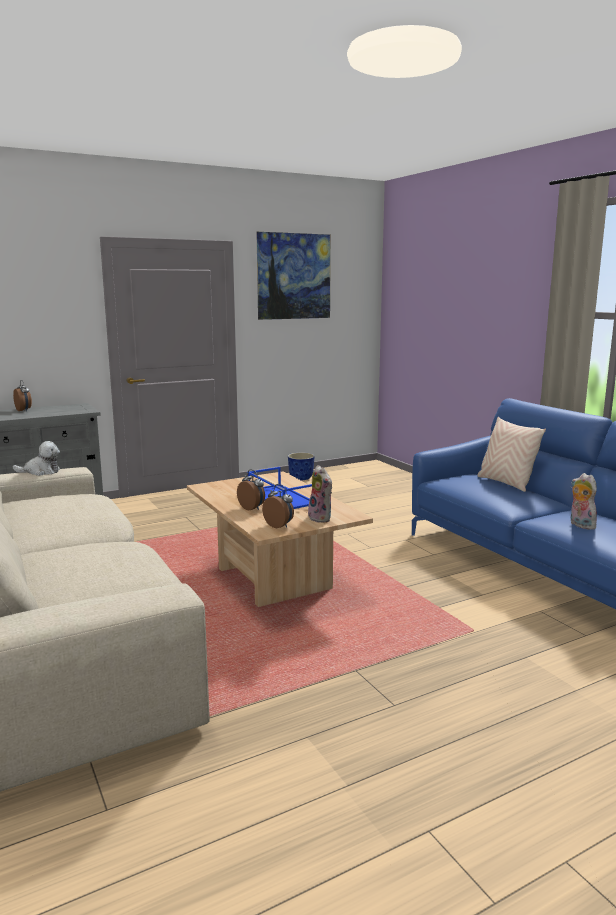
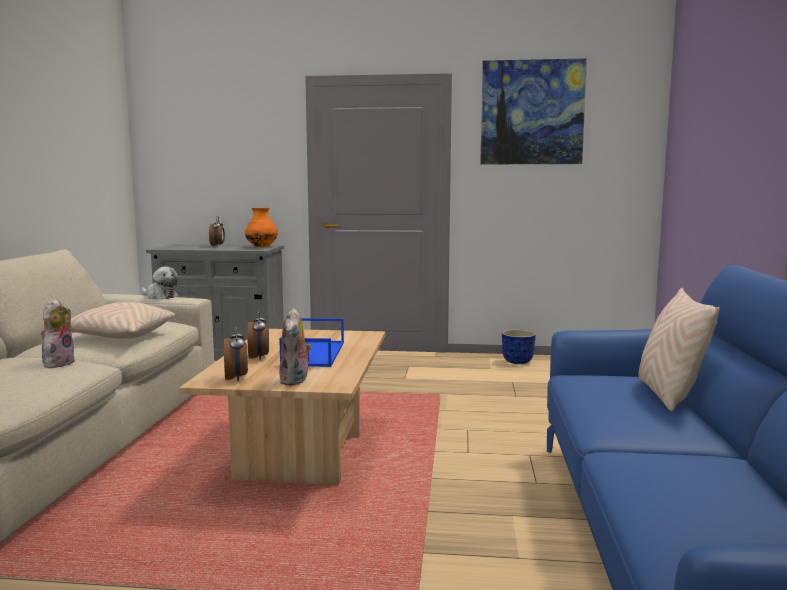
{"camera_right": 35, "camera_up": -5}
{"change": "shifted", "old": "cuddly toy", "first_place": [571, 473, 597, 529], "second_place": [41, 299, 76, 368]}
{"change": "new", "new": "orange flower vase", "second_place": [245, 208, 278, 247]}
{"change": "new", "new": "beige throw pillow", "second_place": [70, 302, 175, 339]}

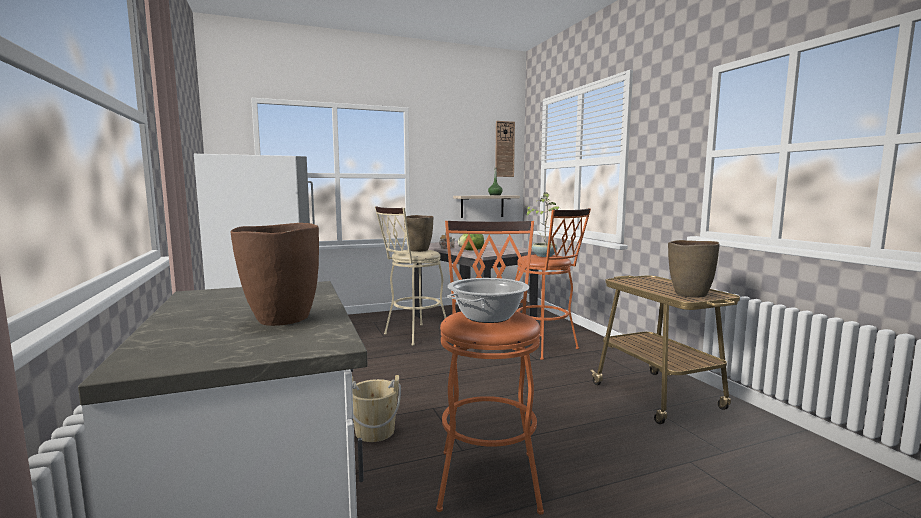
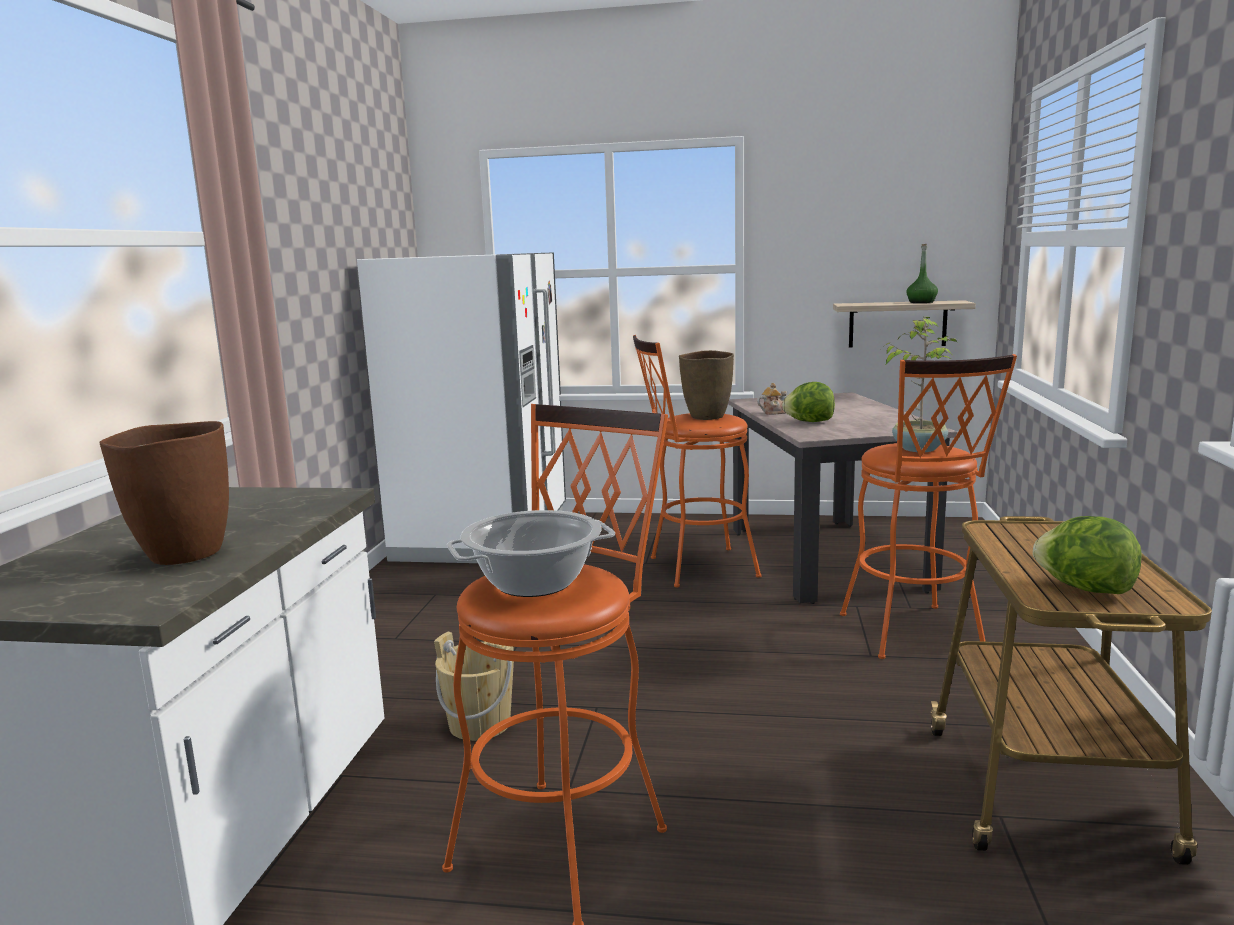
{"camera_right": 30, "camera_up": 5}
{"change": "gone", "old": "clock on the wall", "first_place": [495, 121, 515, 177]}
{"change": "repainted", "old": "beige stool", "new": "orange stool", "first_place": [375, 206, 446, 346], "second_place": [633, 335, 761, 587]}
{"change": "swapped", "old": "brown flower vase", "new": "lettuce head", "first_place": [668, 240, 720, 298], "second_place": [1033, 516, 1142, 594]}

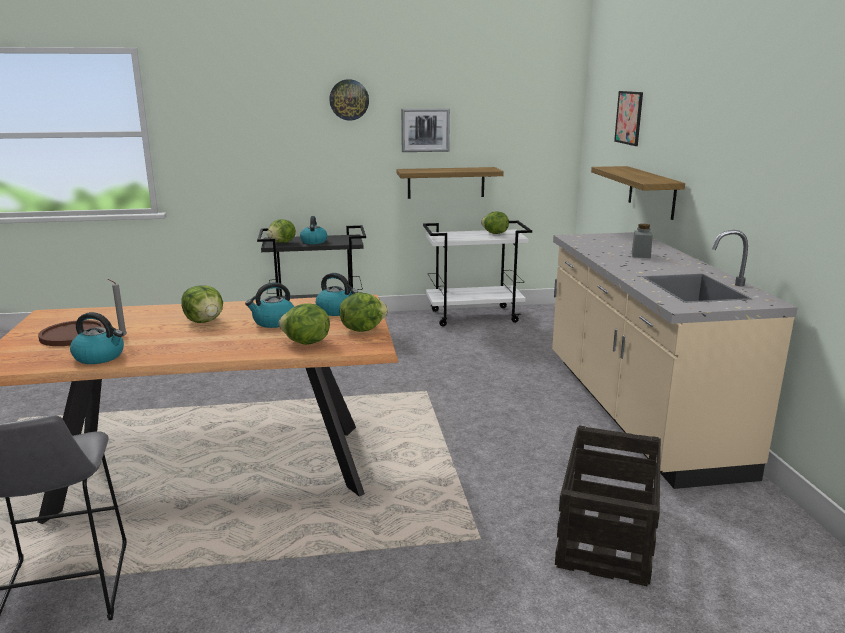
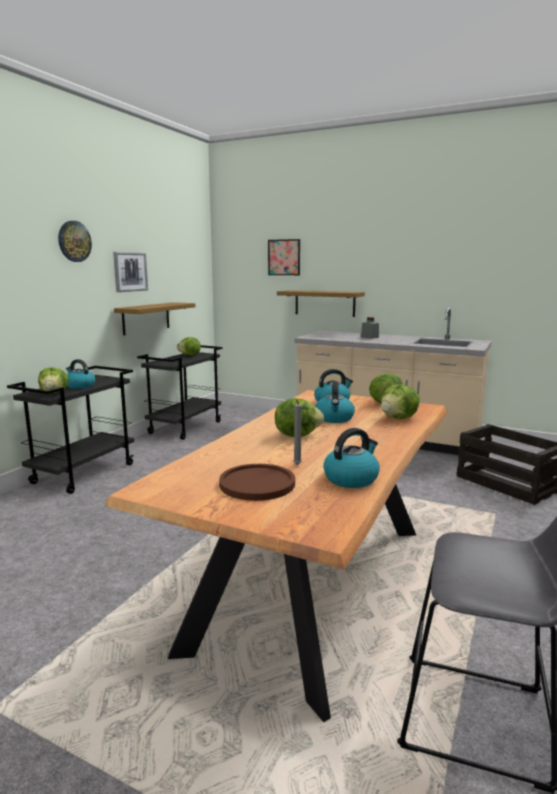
{"camera_right": -55, "camera_up": -5}
{"change": "repainted", "old": "white-coloured wheeled cart", "new": "blackish wheeled cart", "first_place": [423, 221, 532, 326], "second_place": [137, 345, 223, 440]}

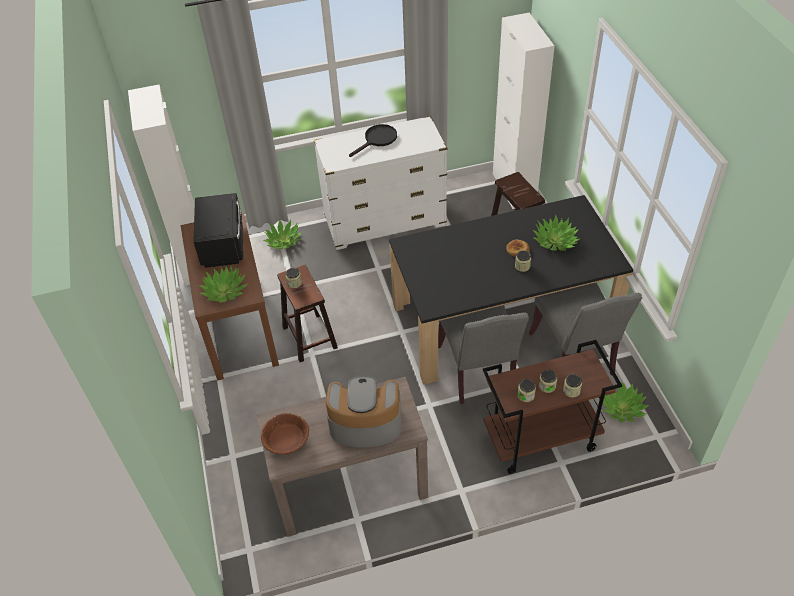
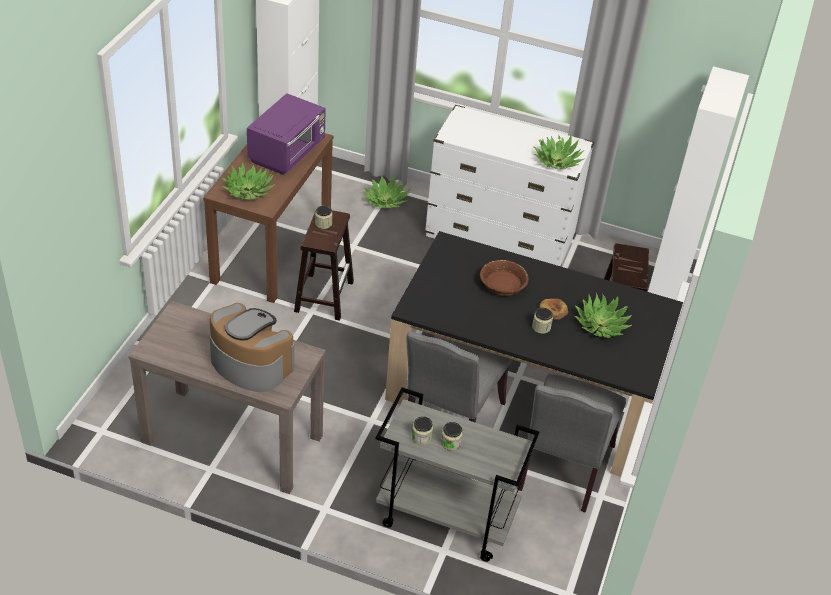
{"camera_right": 30, "camera_up": -5}
{"change": "gone", "old": "blackish pan", "first_place": [349, 124, 397, 157]}
{"change": "repainted", "old": "blackish microwave", "new": "purple microwave", "first_place": [193, 193, 243, 268], "second_place": [247, 93, 326, 175]}
{"change": "repainted", "old": "brown wheeled cart", "new": "gray wheeled cart", "first_place": [483, 340, 622, 474], "second_place": [376, 387, 539, 562]}
{"change": "gone", "old": "storage jar", "first_place": [563, 374, 582, 397]}
{"change": "shifted", "old": "plant in a pot", "first_place": [603, 381, 649, 423], "second_place": [533, 136, 585, 169]}
{"change": "shifted", "old": "brown bowl", "first_place": [261, 413, 309, 455], "second_place": [480, 260, 529, 296]}

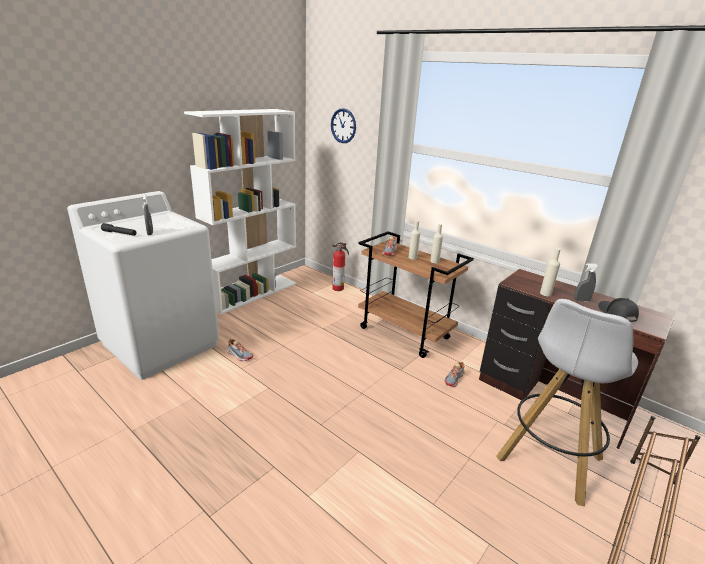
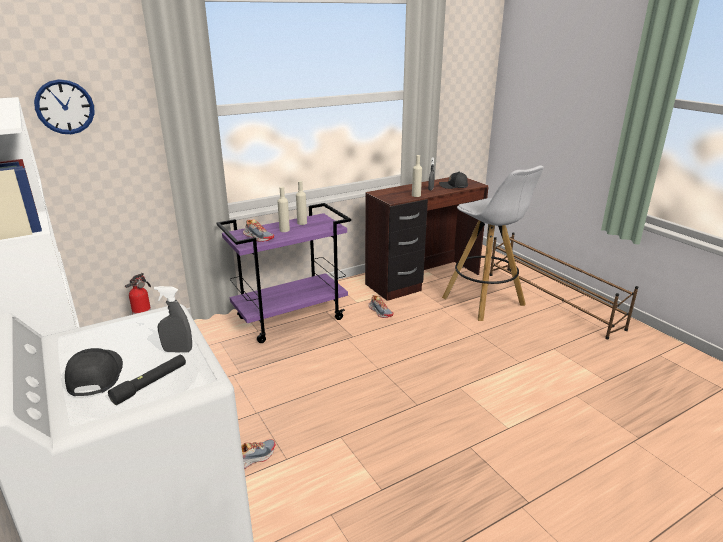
{"camera_right": -70, "camera_up": 0}
{"change": "repainted", "old": "brown wheeled cart", "new": "purple wheeled cart", "first_place": [358, 231, 474, 358], "second_place": [216, 203, 351, 343]}
{"change": "new", "new": "blackish cap", "second_place": [65, 348, 123, 396]}

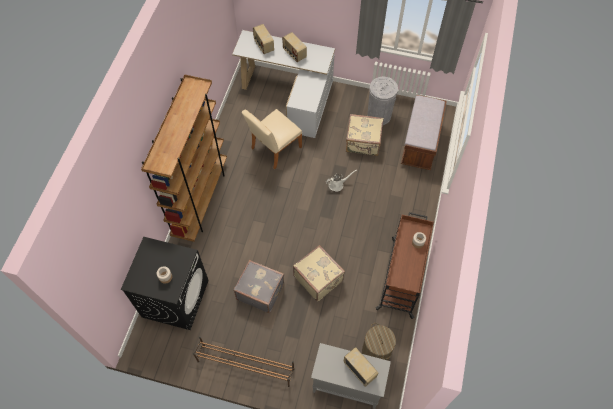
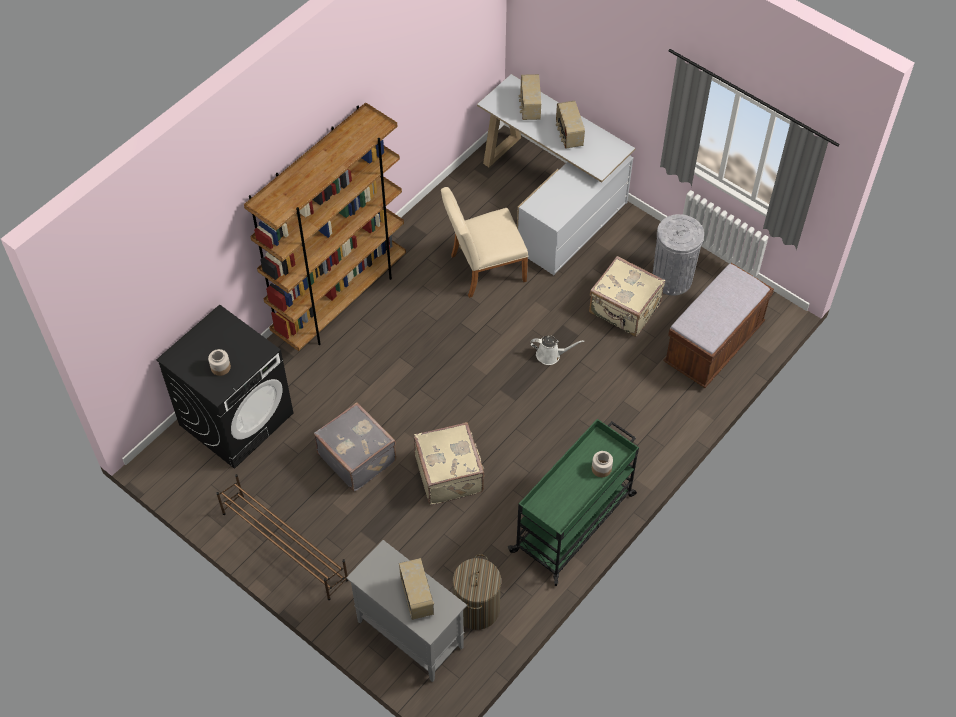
{"camera_right": 25, "camera_up": -5}
{"change": "repainted", "old": "brown wheeled cart", "new": "green-coloured wheeled cart", "first_place": [375, 212, 434, 319], "second_place": [508, 419, 639, 586]}

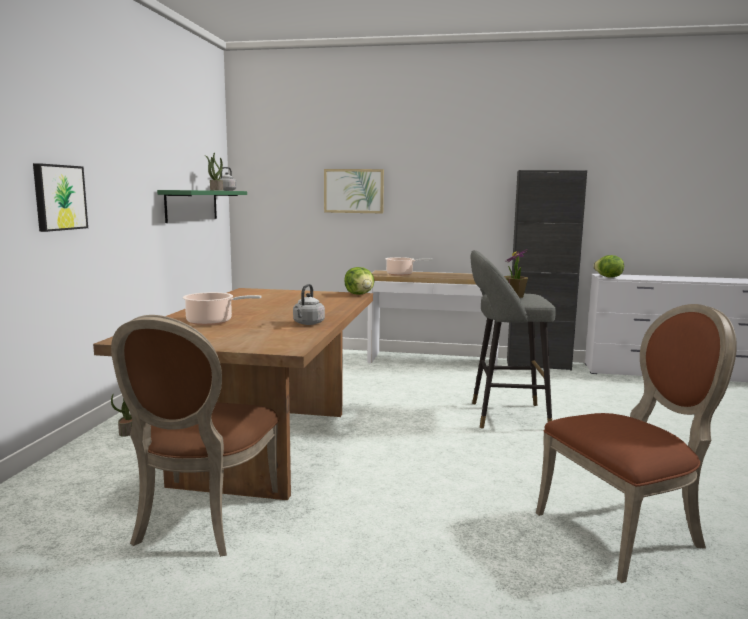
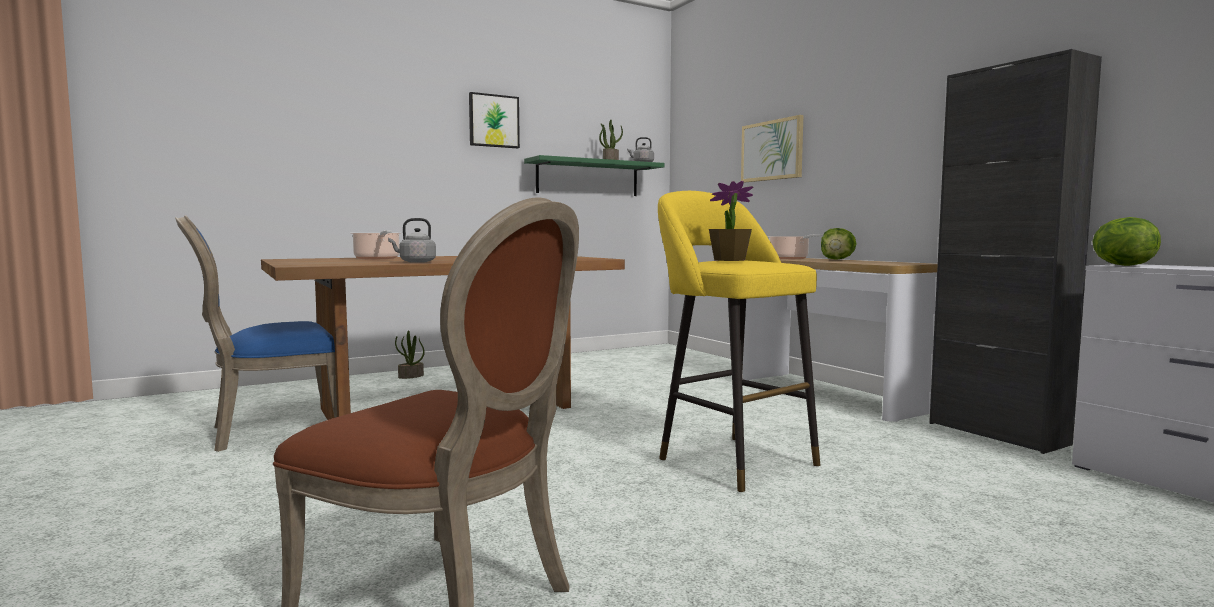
{"camera_right": 50, "camera_up": -5}
{"change": "shifted", "old": "wall art", "first_place": [33, 163, 88, 232], "second_place": [469, 92, 520, 148]}
{"change": "repainted", "old": "gray stool", "new": "yellow stool", "first_place": [471, 250, 556, 428], "second_place": [658, 191, 820, 492]}
{"change": "shifted", "old": "lettuce head", "first_place": [344, 267, 374, 295], "second_place": [821, 228, 857, 260]}
{"change": "repainted", "old": "brown plain chair", "new": "blue-coloured plain chair", "first_place": [111, 315, 279, 557], "second_place": [175, 215, 337, 452]}

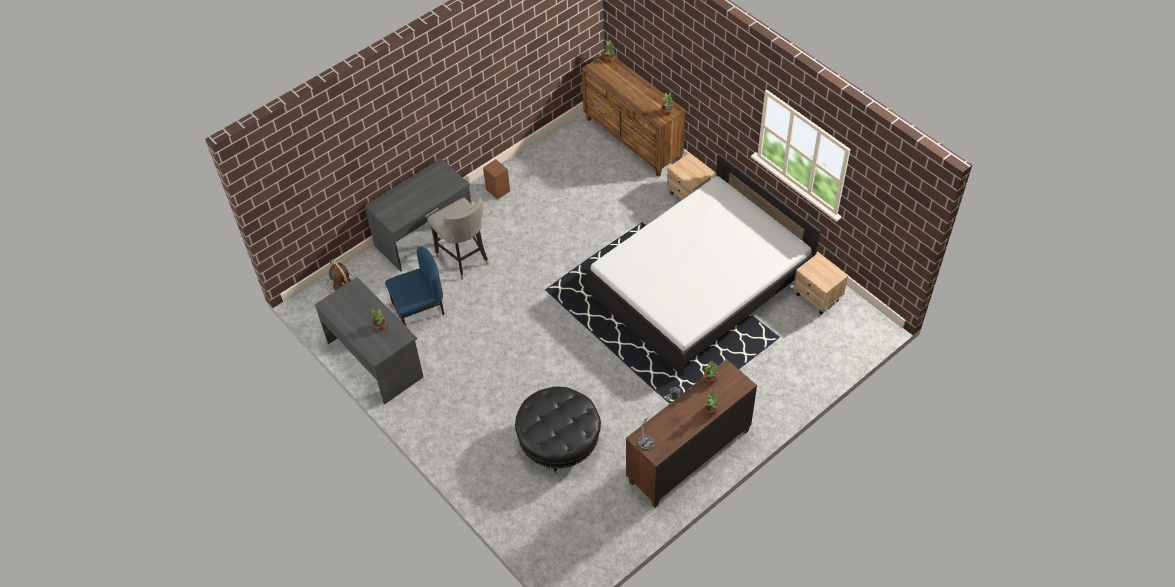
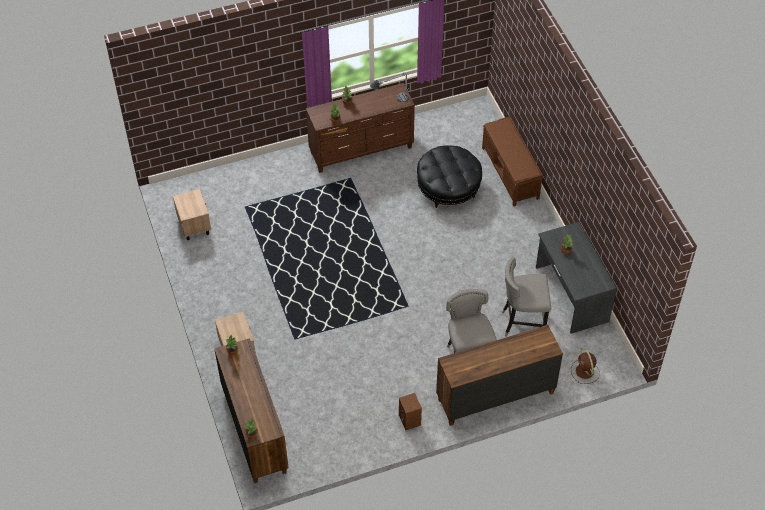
{"camera_right": -160, "camera_up": 0}
{"change": "gone", "old": "white-coloured bed", "first_place": [586, 153, 821, 376]}
{"change": "swapped", "old": "gray desk table", "new": "brown chest of drawers", "first_place": [365, 158, 472, 272], "second_place": [436, 325, 563, 426]}
{"change": "swapped", "old": "blue-coloured plain chair", "new": "gray stool", "first_place": [385, 247, 444, 326], "second_place": [502, 257, 551, 337]}
{"change": "new", "new": "brown long seat", "second_place": [482, 116, 543, 207]}

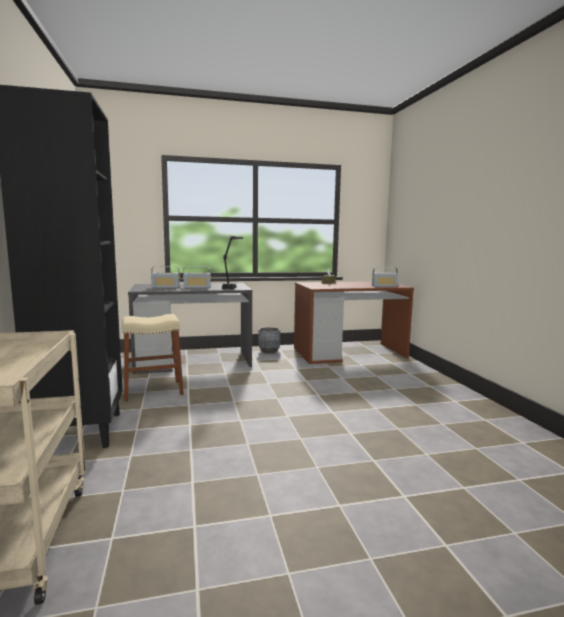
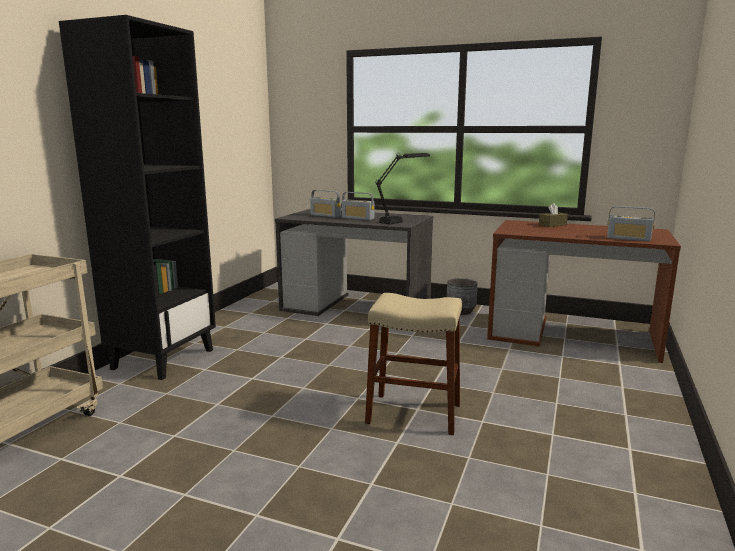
{"camera_right": 35, "camera_up": 5}
{"change": "shifted", "old": "beige stool", "first_place": [122, 314, 184, 401], "second_place": [365, 293, 462, 435]}

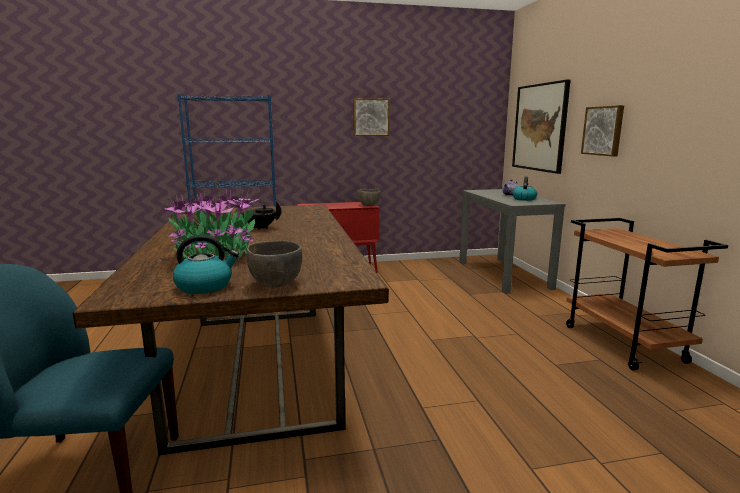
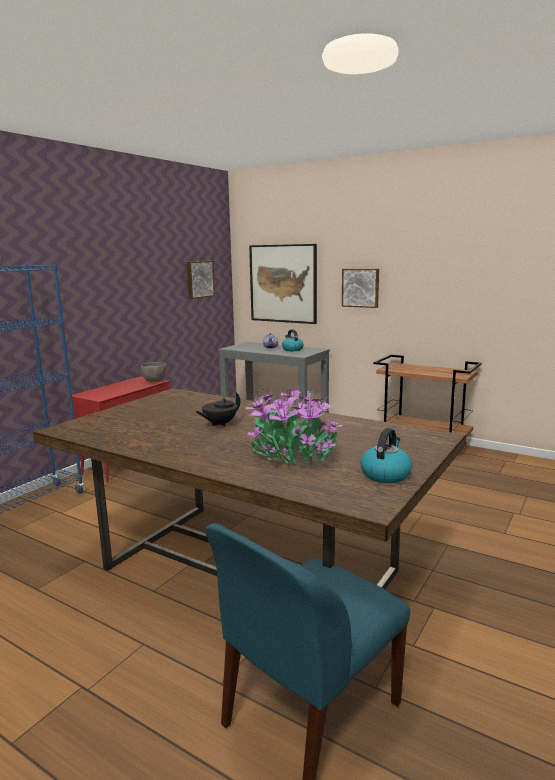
{"camera_right": -45, "camera_up": 0}
{"change": "shifted", "old": "wall art", "first_place": [353, 98, 390, 136], "second_place": [187, 261, 215, 299]}
{"change": "gone", "old": "gray bowl", "first_place": [246, 240, 302, 288]}

